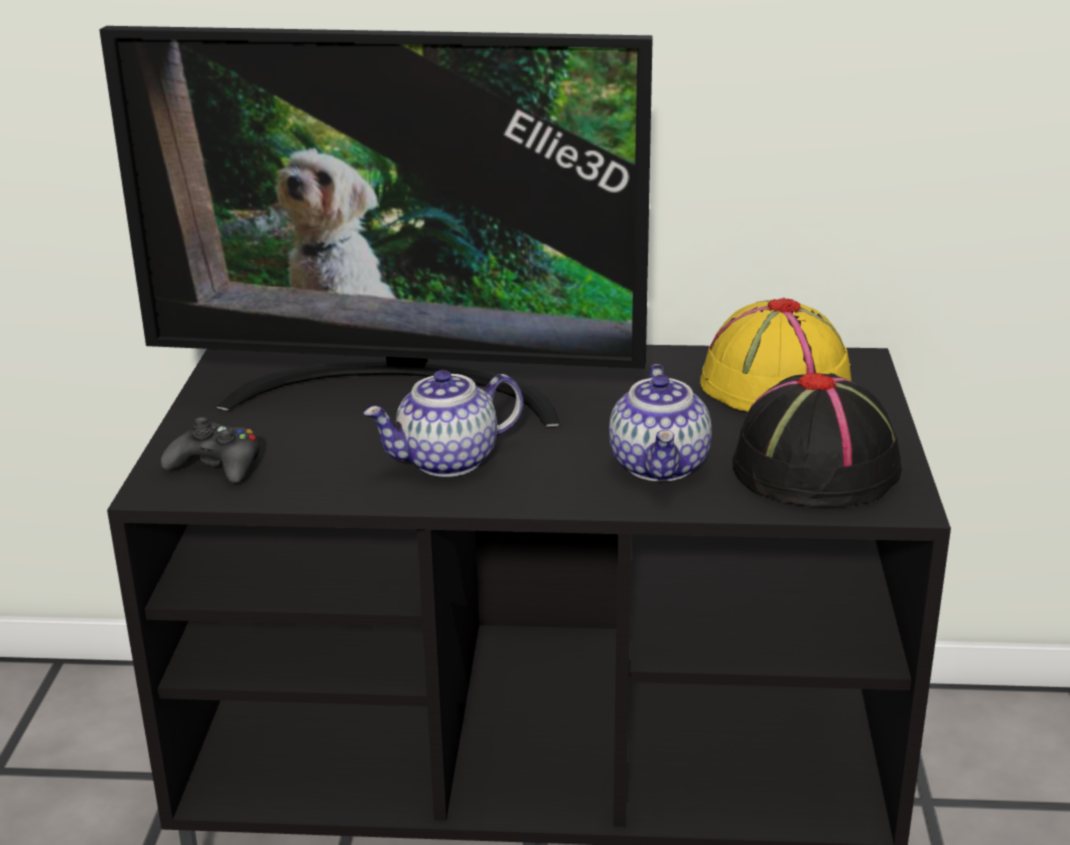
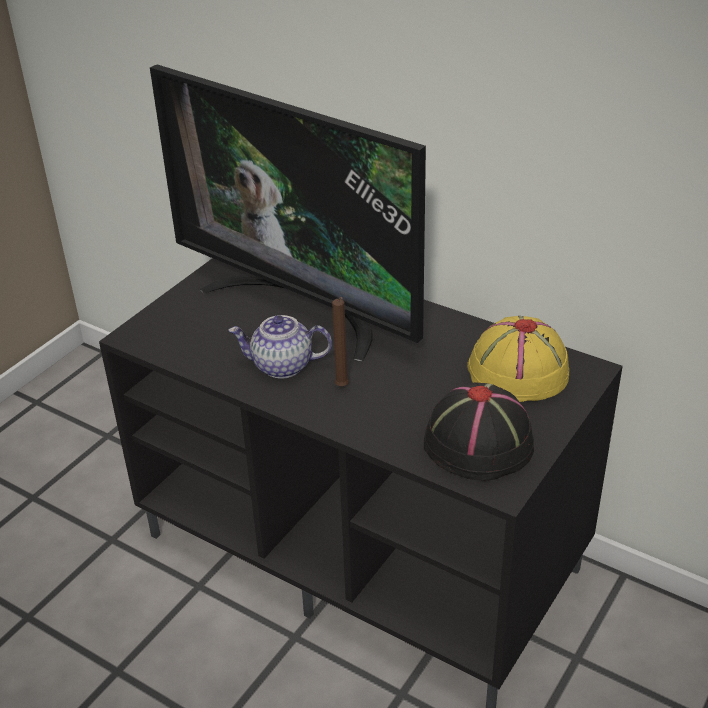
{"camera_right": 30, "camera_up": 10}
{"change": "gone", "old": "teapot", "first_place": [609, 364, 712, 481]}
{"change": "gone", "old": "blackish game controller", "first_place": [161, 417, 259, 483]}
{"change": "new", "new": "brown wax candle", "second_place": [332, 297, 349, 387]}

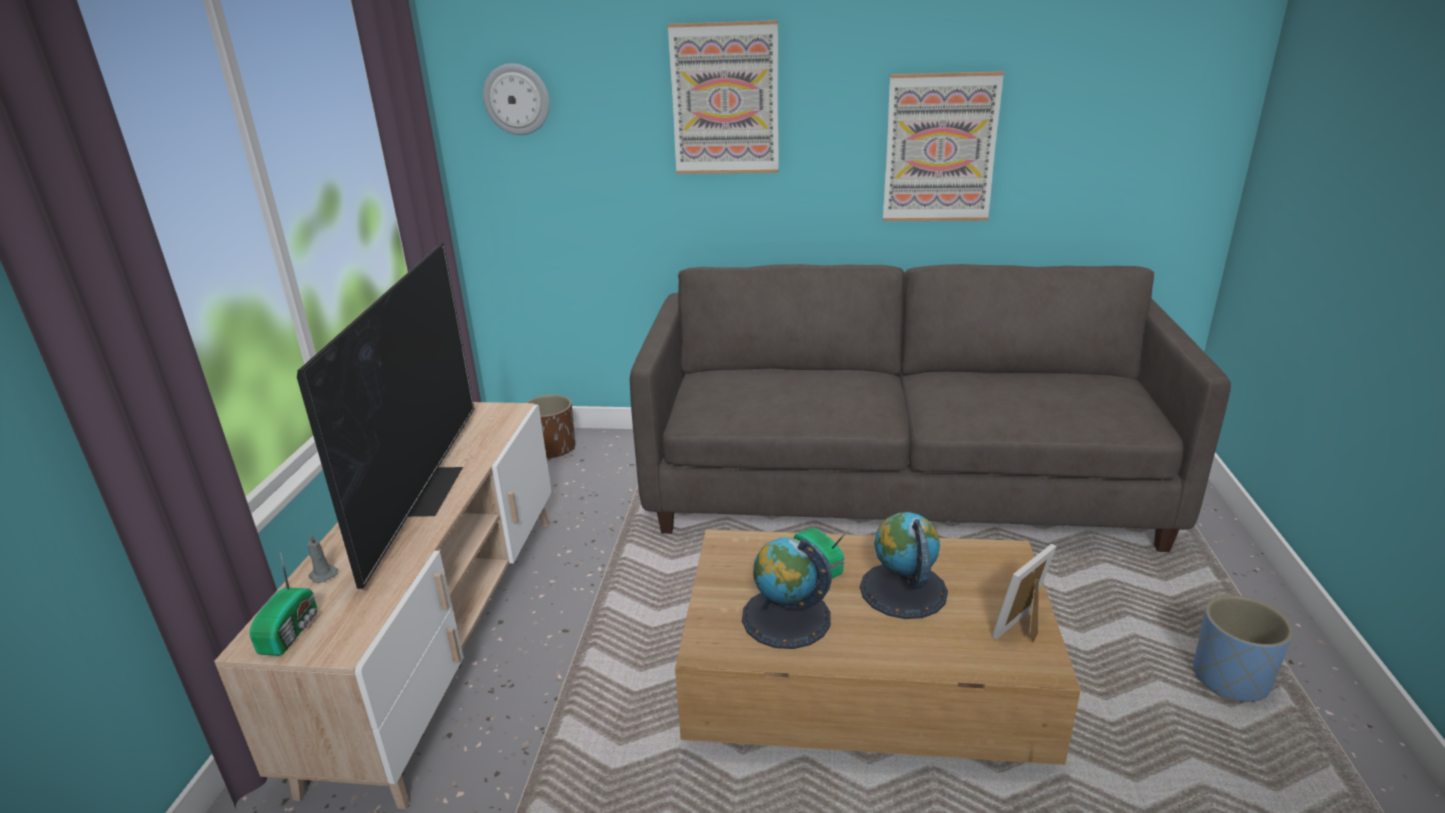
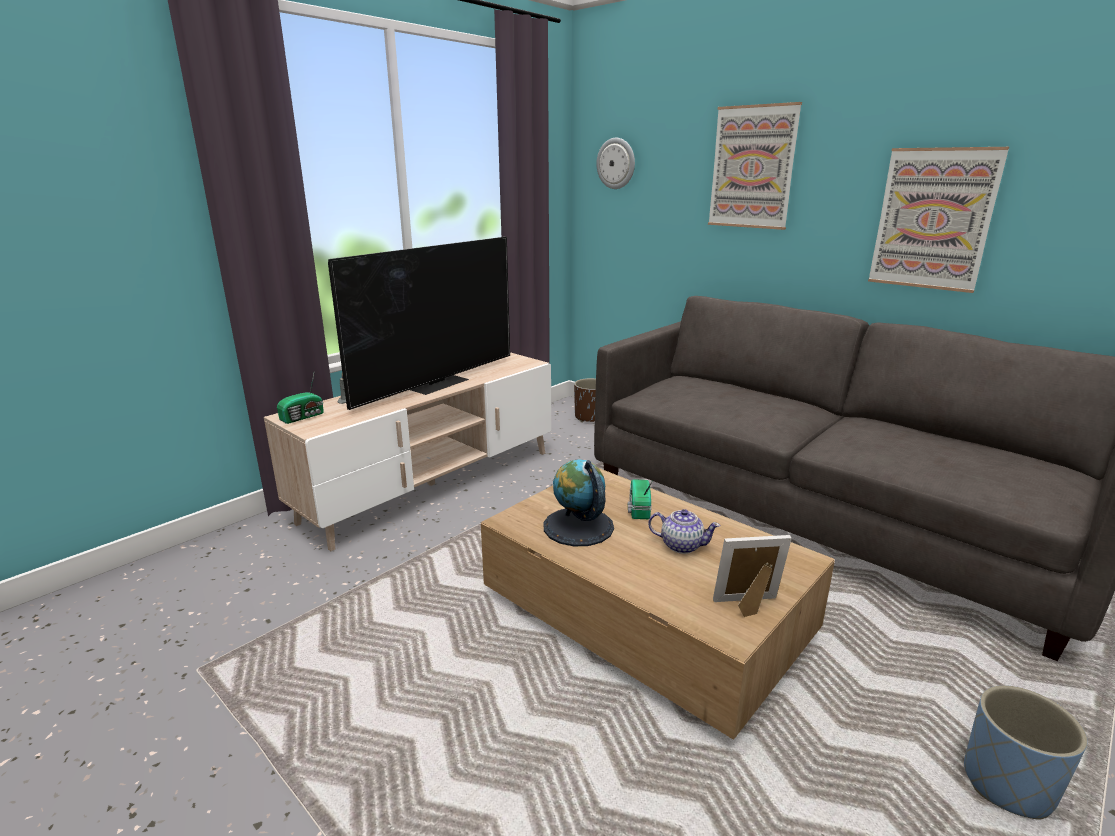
{"camera_right": 35, "camera_up": -5}
{"change": "swapped", "old": "globe", "new": "teapot", "first_place": [860, 512, 948, 619], "second_place": [648, 509, 720, 554]}

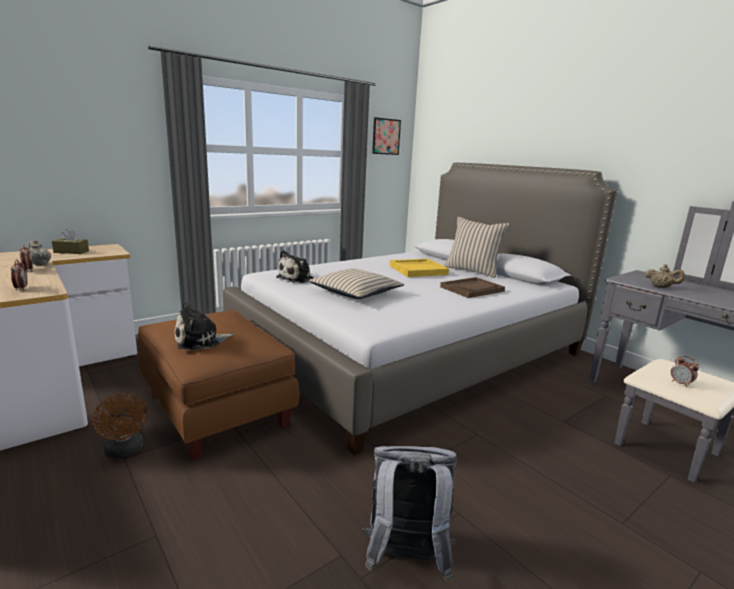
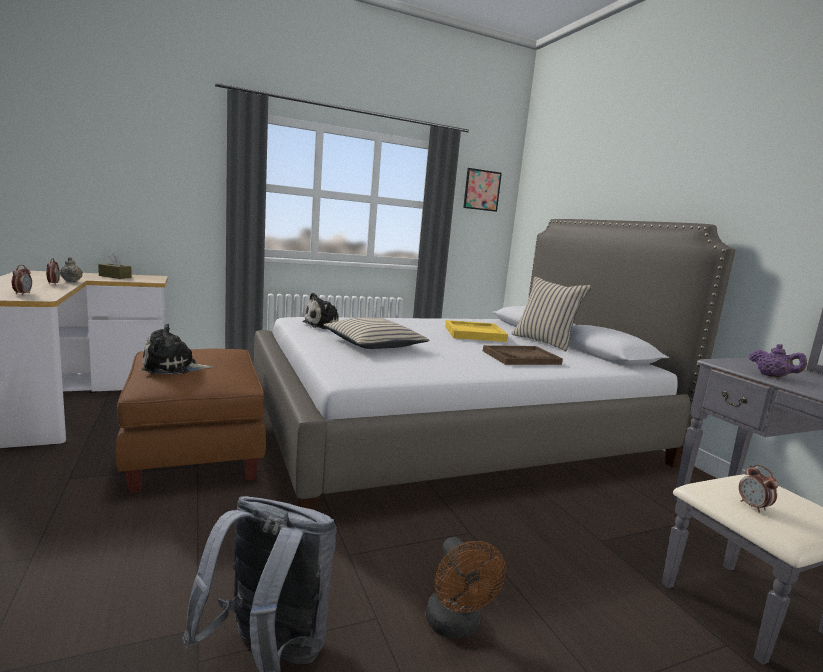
{"camera_right": 15, "camera_up": -5}
{"change": "repainted", "old": "beige teapot", "new": "purple teapot", "first_place": [644, 264, 685, 288], "second_place": [749, 344, 807, 377]}
{"change": "shifted", "old": "brown electric fan", "first_place": [92, 393, 148, 458], "second_place": [426, 537, 506, 639]}

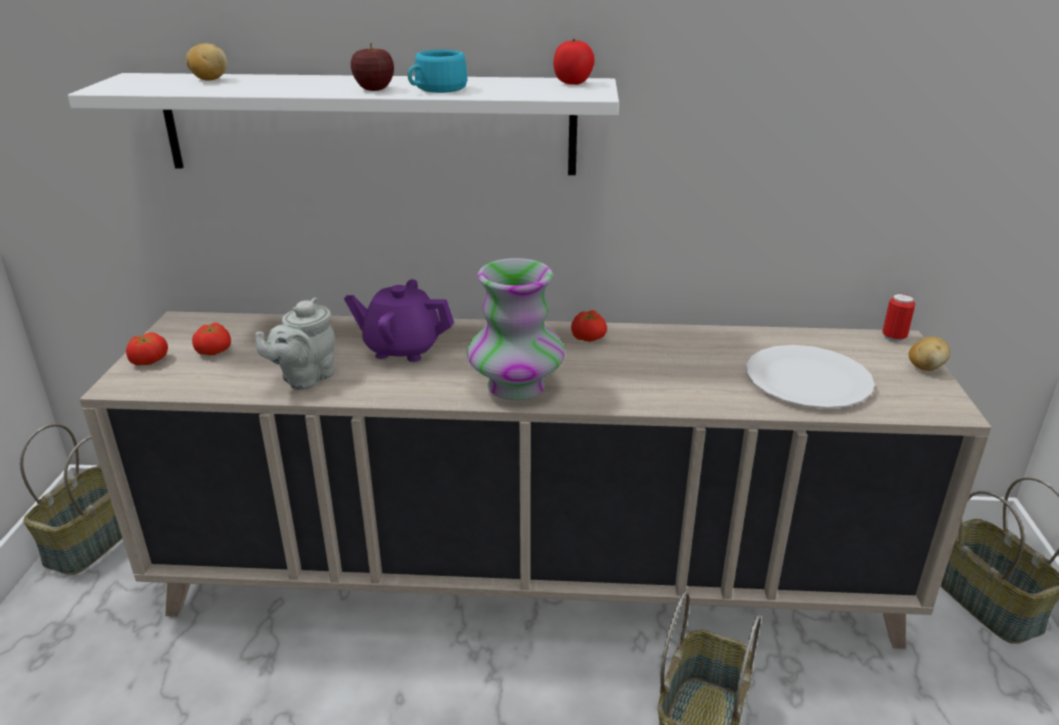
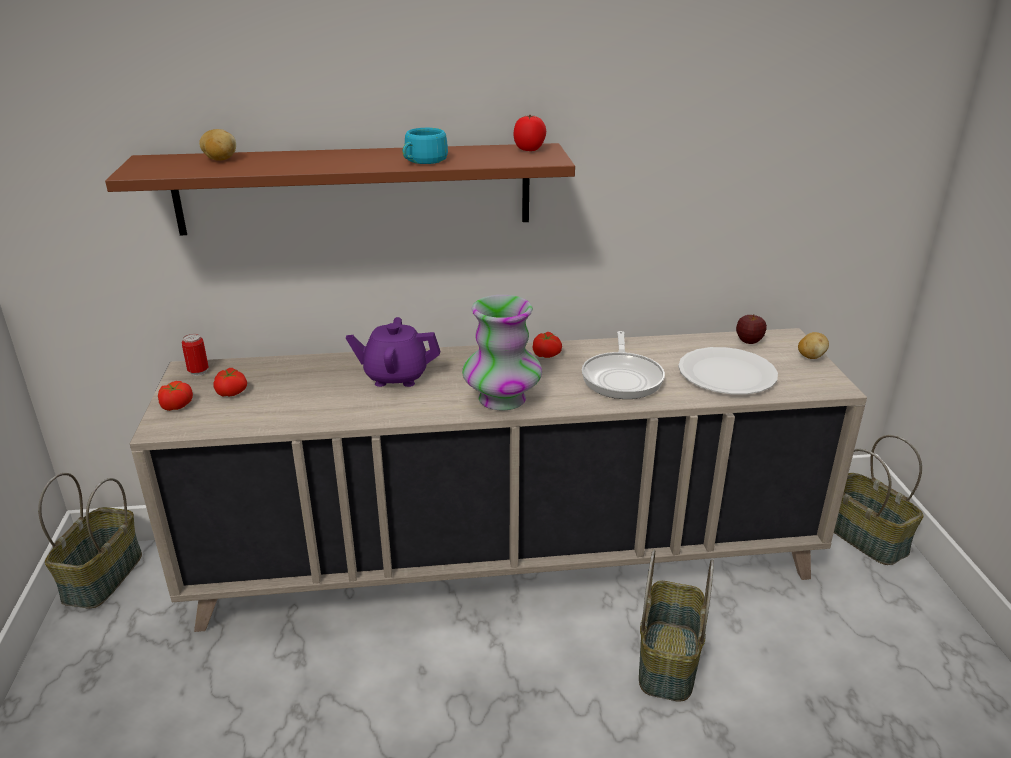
{"camera_right": -10, "camera_up": 0}
{"change": "shifted", "old": "whole apple", "first_place": [351, 43, 394, 91], "second_place": [736, 315, 767, 344]}
{"change": "repainted", "old": "white-coloured bracket shelf", "new": "brown bracket shelf", "first_place": [68, 73, 619, 175], "second_place": [105, 143, 575, 235]}
{"change": "shifted", "old": "metal can", "first_place": [882, 293, 915, 343], "second_place": [182, 334, 209, 376]}
{"change": "gone", "old": "gray teapot", "first_place": [255, 298, 335, 390]}
{"change": "new", "new": "pan", "second_place": [582, 331, 665, 399]}

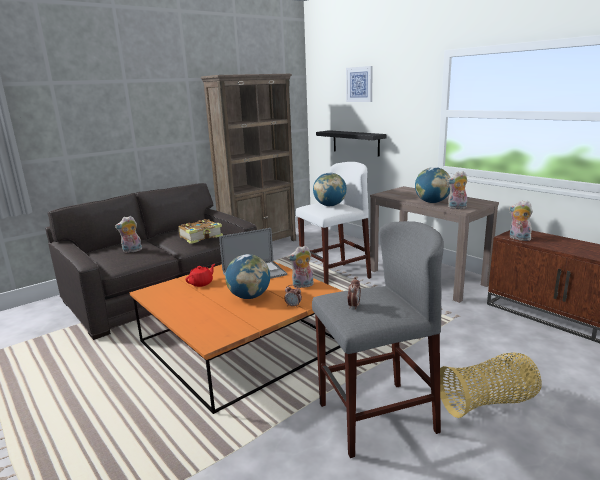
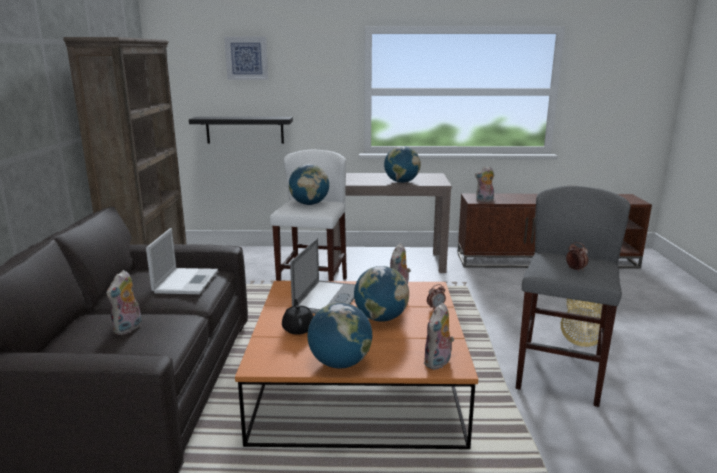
{"camera_right": -50, "camera_up": 0}
{"change": "shifted", "old": "cuddly toy", "first_place": [447, 171, 467, 209], "second_place": [423, 303, 454, 370]}
{"change": "swapped", "old": "bound book", "new": "laptop", "first_place": [178, 219, 223, 244], "second_place": [146, 228, 218, 294]}
{"change": "repainted", "old": "red teapot", "new": "blackish teapot", "first_place": [185, 264, 215, 287], "second_place": [282, 299, 314, 335]}
{"change": "new", "new": "globe", "second_place": [307, 303, 372, 369]}

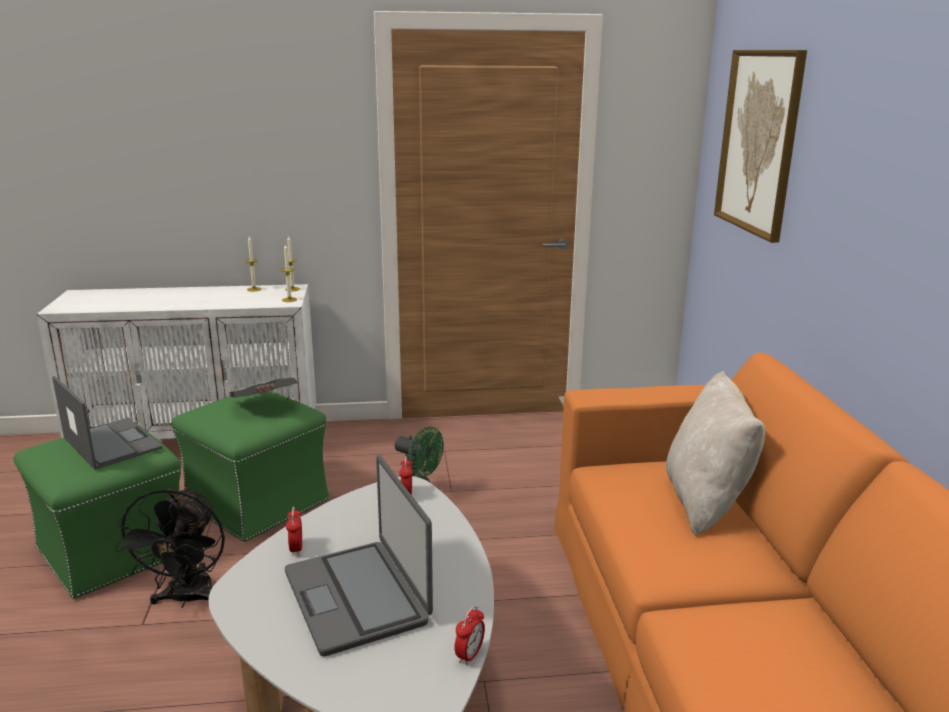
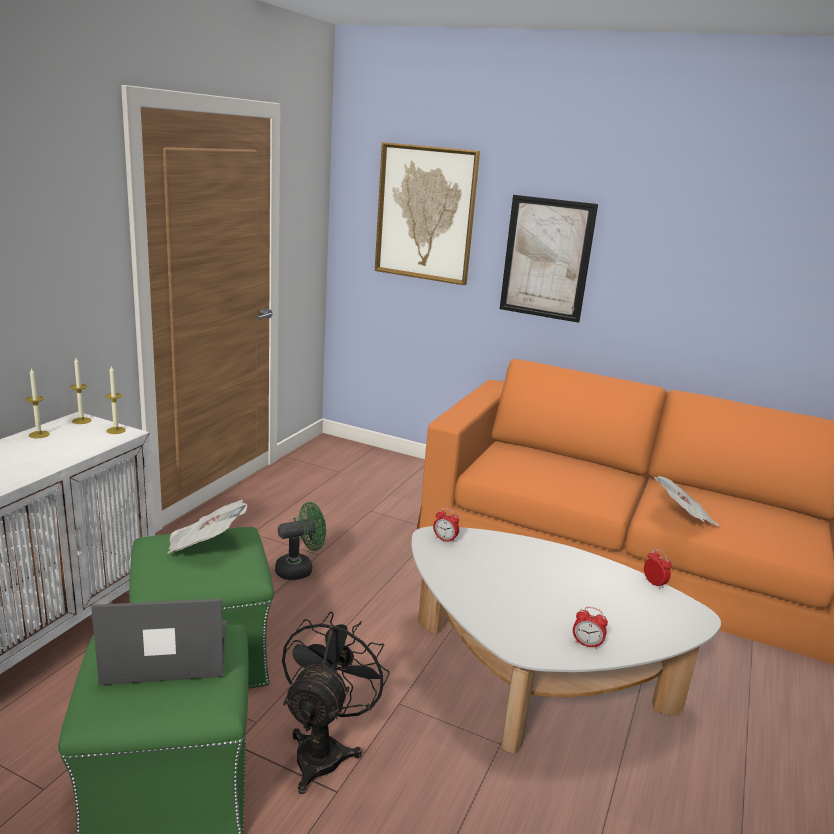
{"camera_right": -60, "camera_up": 0}
{"change": "gone", "old": "beige throw pillow", "first_place": [666, 371, 765, 536]}
{"change": "gone", "old": "laptop", "first_place": [285, 455, 433, 656]}
{"change": "rotated", "old": "blackish electric fan", "first_place": [114, 487, 225, 608], "second_place": [282, 611, 390, 794], "degrees": -105}
{"change": "shifted", "old": "alarm clock", "first_place": [286, 507, 302, 556], "second_place": [573, 607, 608, 649]}
{"change": "new", "new": "wall art", "second_place": [500, 195, 598, 323]}
{"change": "new", "new": "newspaper", "second_place": [654, 476, 720, 526]}

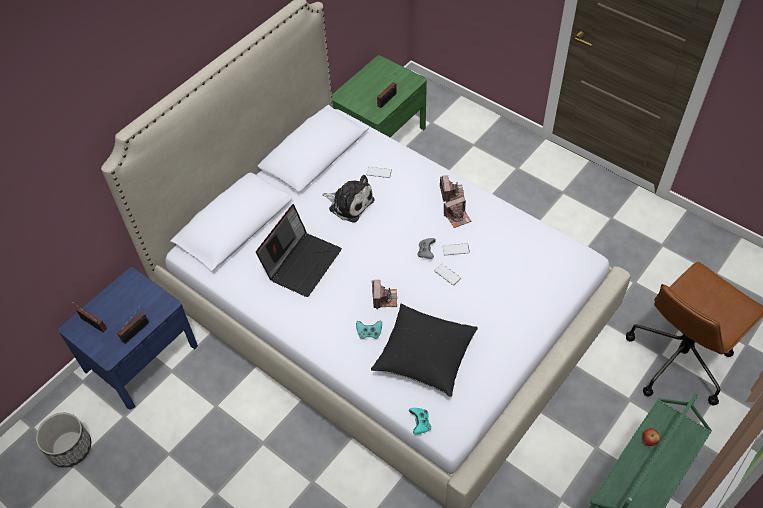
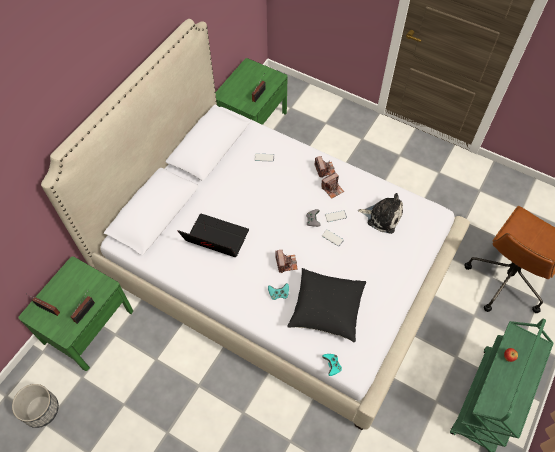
{"camera_right": -10, "camera_up": 5}
{"change": "shifted", "old": "cuddly toy", "first_place": [322, 175, 375, 223], "second_place": [358, 193, 403, 234]}
{"change": "rotated", "old": "laptop", "first_place": [256, 204, 342, 297], "second_place": [177, 214, 249, 257], "degrees": -90}
{"change": "repainted", "old": "blue-coloured night table", "new": "green-coloured night table", "first_place": [58, 267, 198, 410], "second_place": [18, 256, 133, 371]}

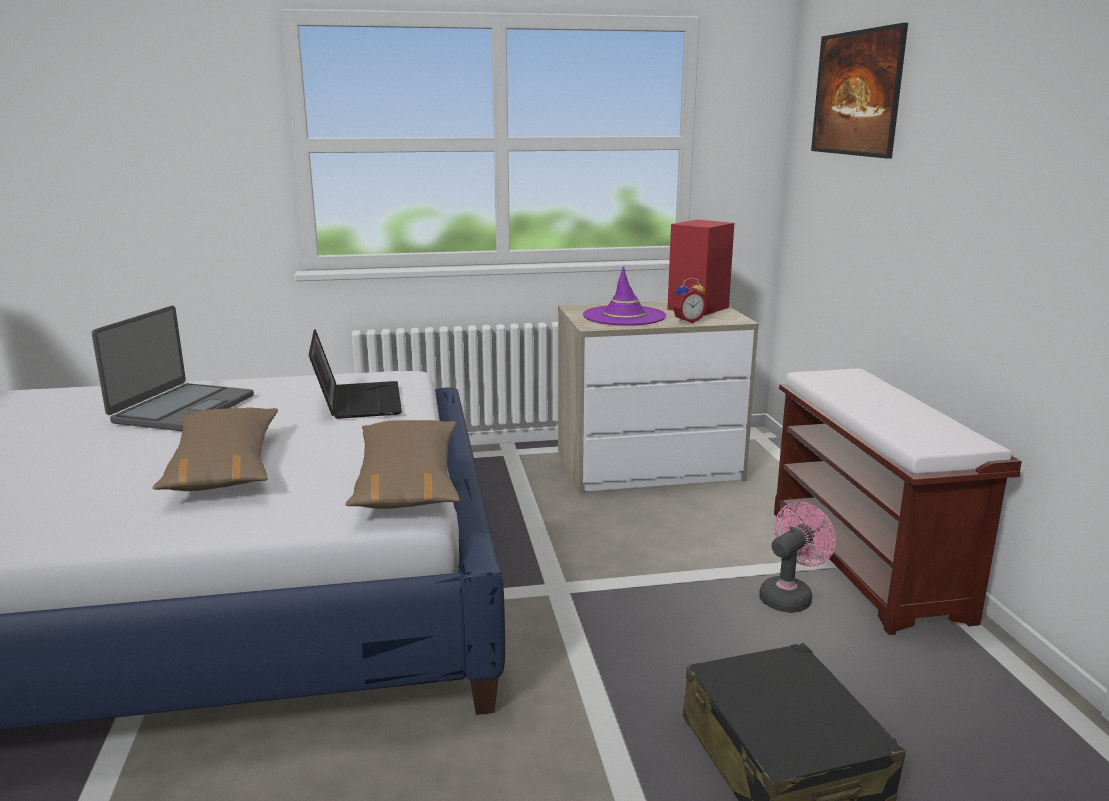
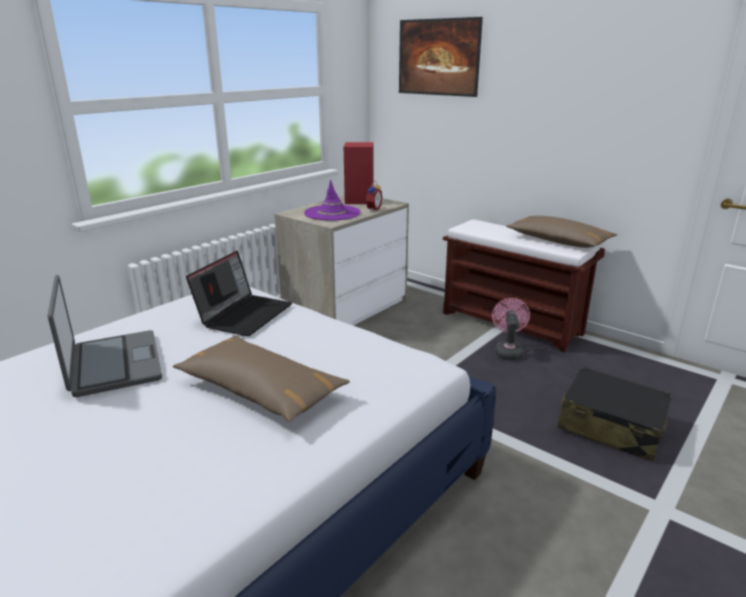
{"camera_right": -40, "camera_up": 5}
{"change": "rotated", "old": "laptop", "first_place": [309, 329, 402, 419], "second_place": [186, 251, 292, 336], "degrees": 75}
{"change": "shifted", "old": "brown throw pillow", "first_place": [345, 420, 460, 509], "second_place": [506, 216, 617, 248]}

